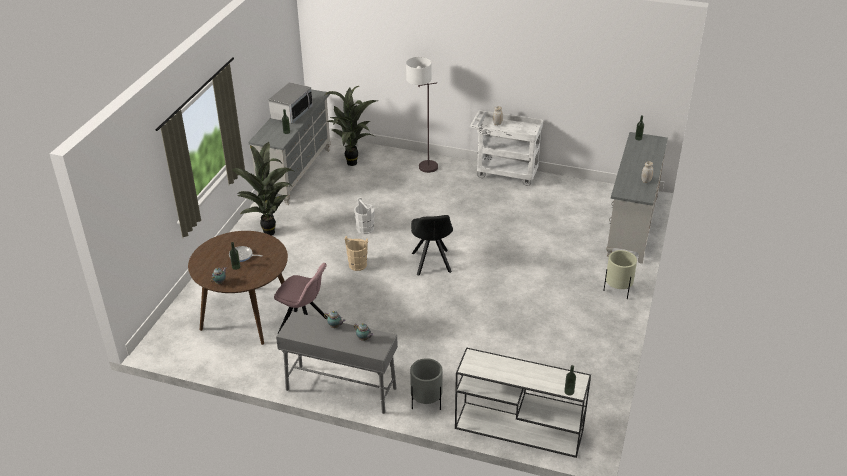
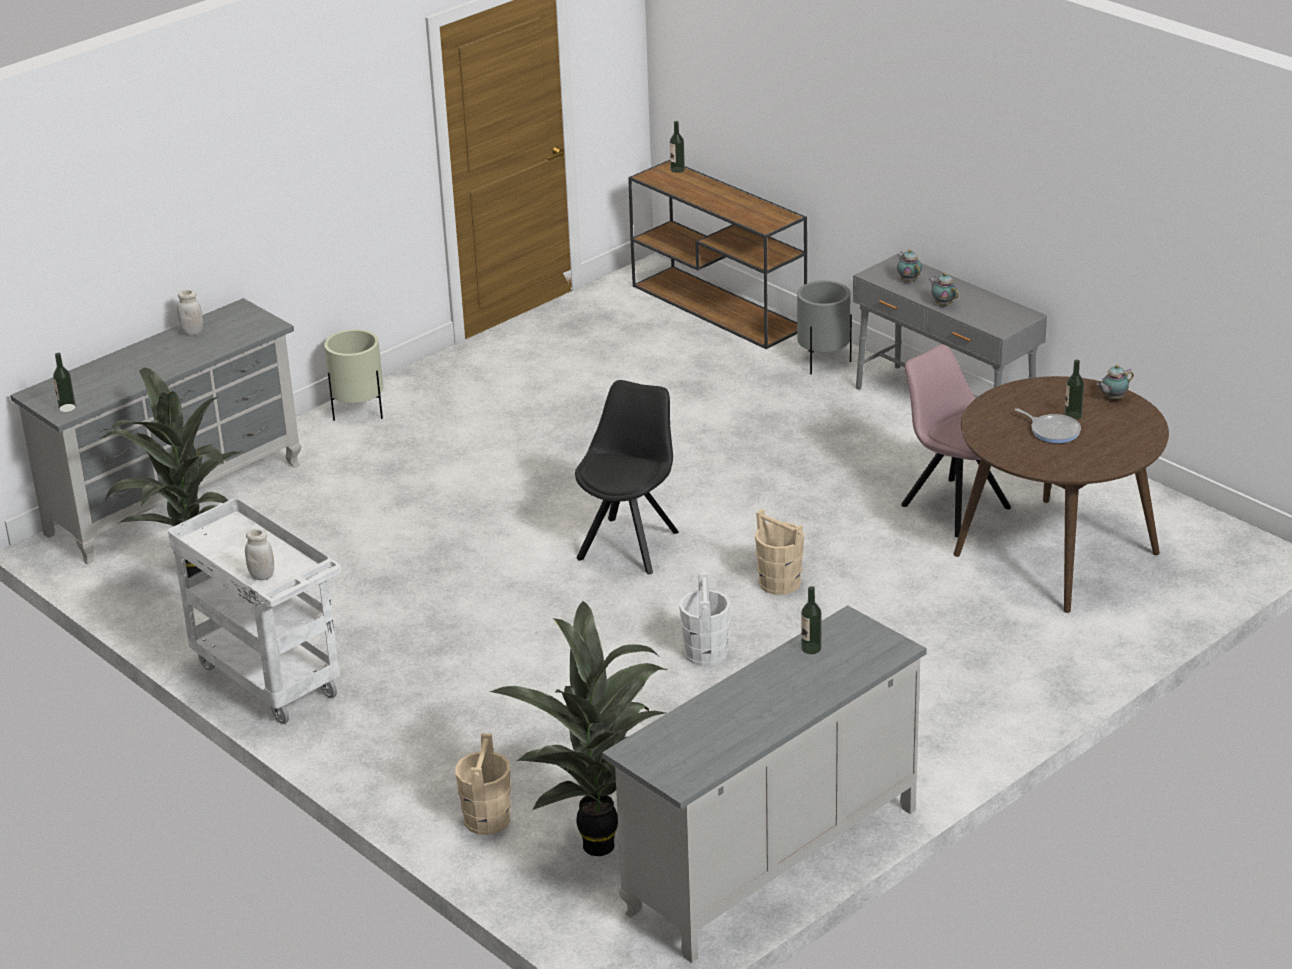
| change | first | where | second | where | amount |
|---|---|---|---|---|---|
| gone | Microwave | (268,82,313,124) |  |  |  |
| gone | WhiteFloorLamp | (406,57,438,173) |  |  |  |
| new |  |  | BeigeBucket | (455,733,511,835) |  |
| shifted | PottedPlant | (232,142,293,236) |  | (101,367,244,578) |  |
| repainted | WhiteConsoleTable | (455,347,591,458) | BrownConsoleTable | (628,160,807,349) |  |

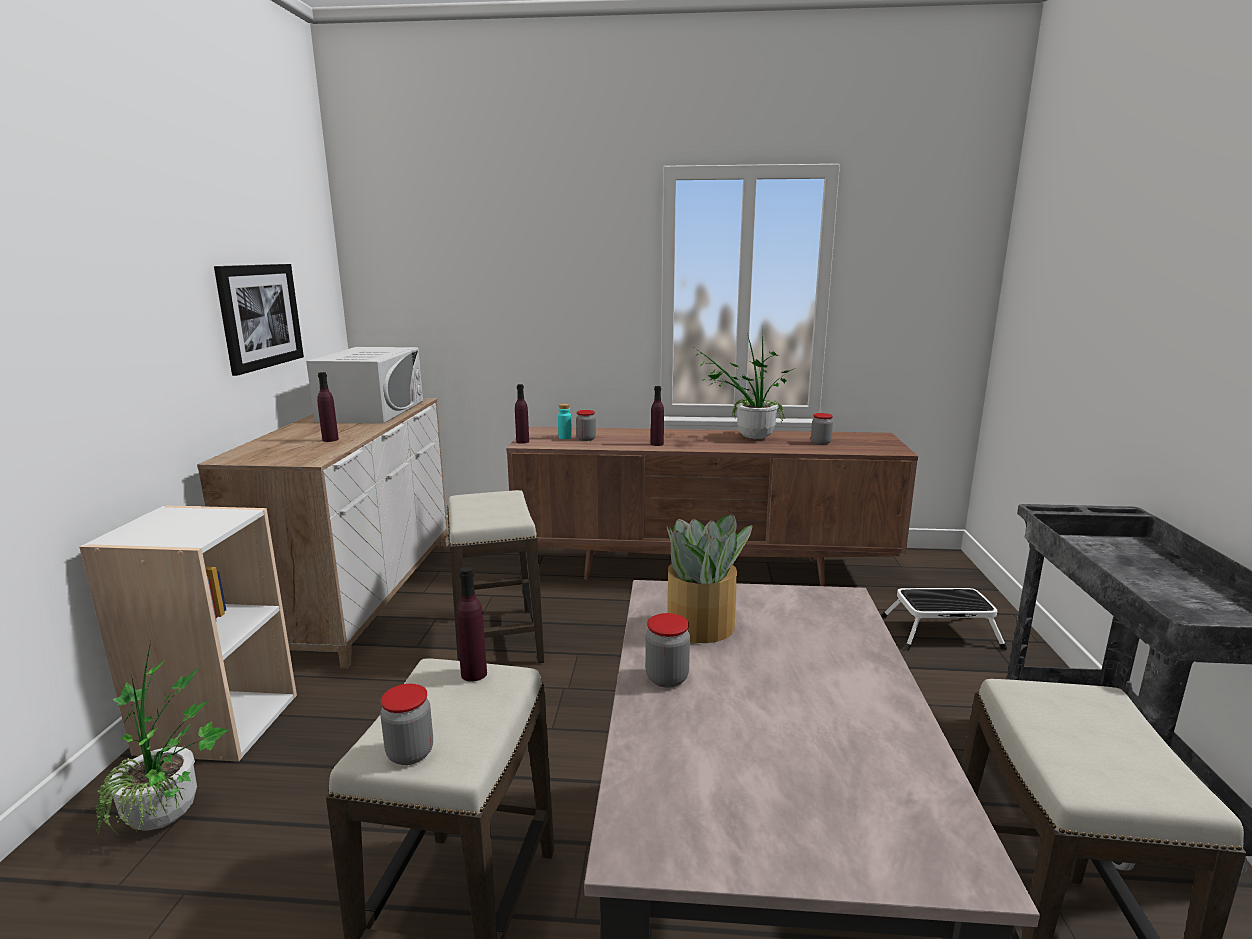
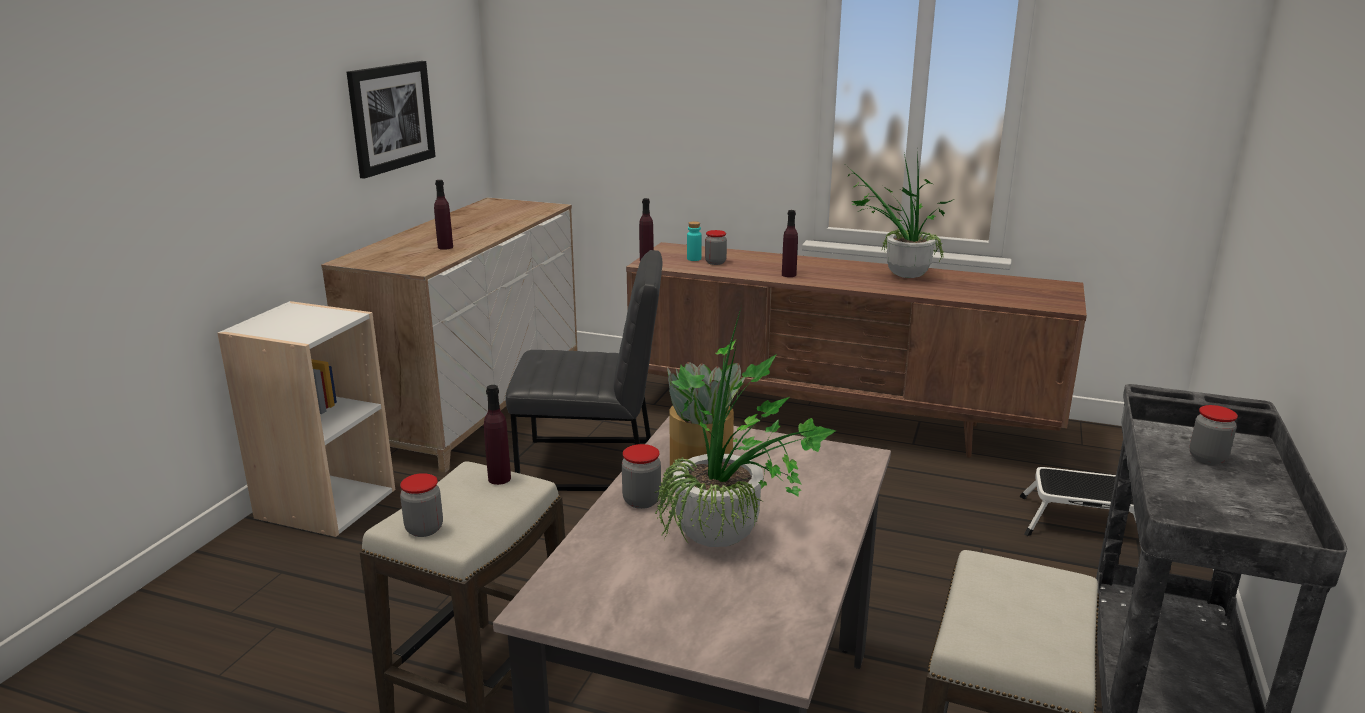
| change | first | where | second | where | amount |
|---|---|---|---|---|---|
| gone | WhiteMicrowave | (306,347,423,424) |  |  |  |
| shifted | PottedPlant | (95,642,229,835) |  | (655,306,836,547) |  |
| shifted | Jar | (811,413,833,445) |  | (1190,405,1238,465) |  |
| swapped | Stool | (447,490,544,663) | GreyChair | (506,250,662,491) |  |

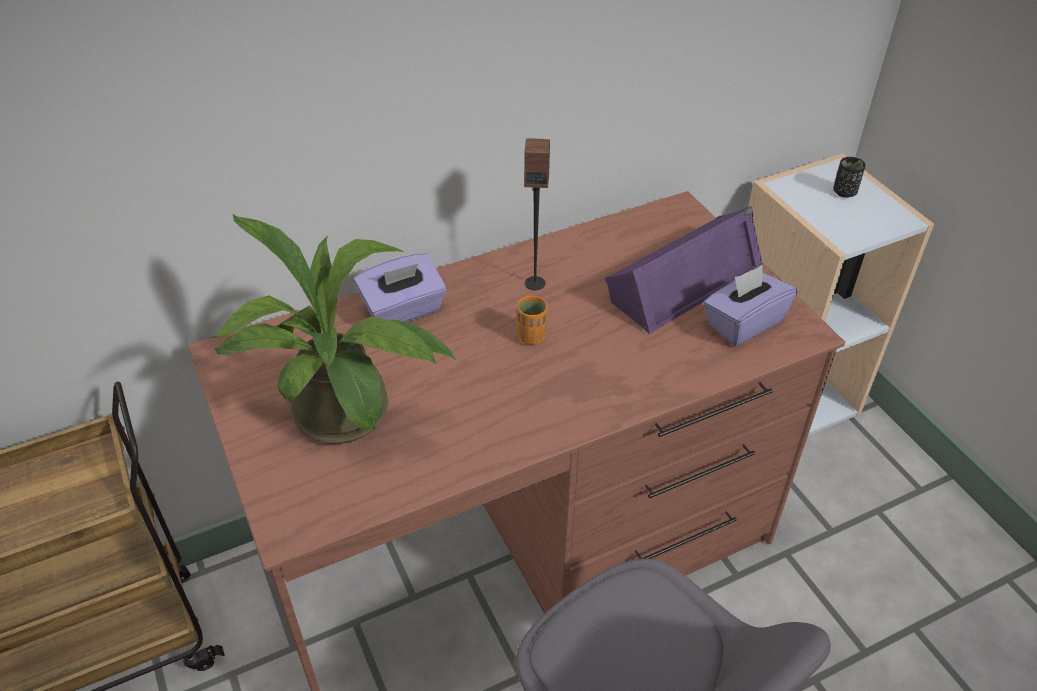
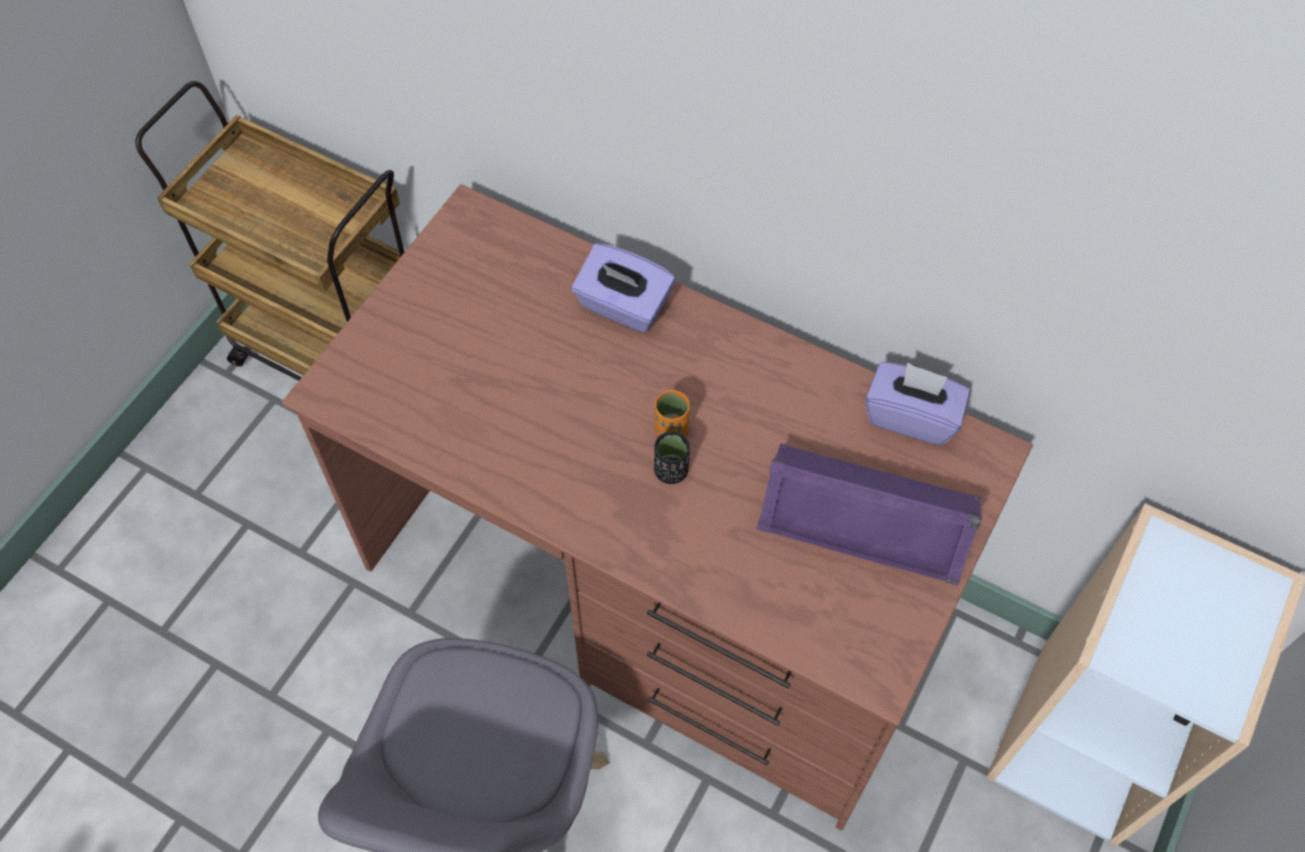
| change | first | where | second | where | amount |
|---|---|---|---|---|---|
| gone | PottedPlant | (211,214,457,444) |  |  |  |
| gone | Speaker | (524,138,550,290) |  |  |  |
| shifted | PurpleTissueBox | (703,265,797,346) |  | (865,362,970,446) |  |
| shifted | BlackCup | (833,157,866,198) |  | (654,432,690,484) |  |

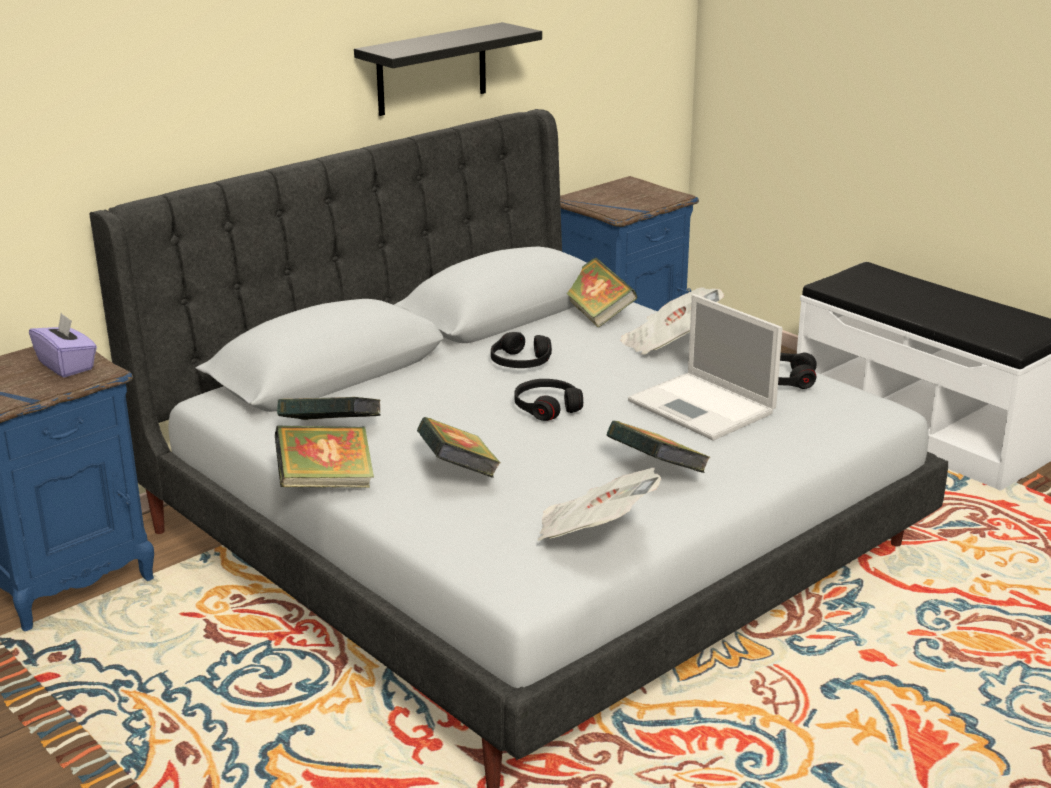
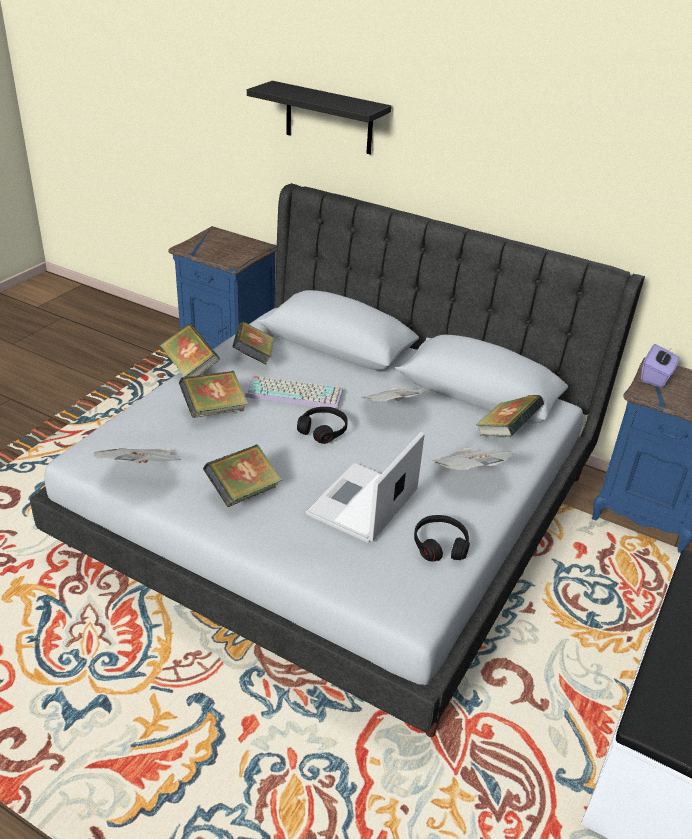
| change | first | where | second | where | amount |
|---|---|---|---|---|---|
| new |  |  | Keyboard | (245,376,343,409) |  |
| shifted | PurpleTissueBox | (29,313,97,378) |  | (641,344,680,388) |  |
| shifted | BlackShelf | (354,22,542,116) |  | (247,81,392,154) |  |
| swapped | BlackHeadphones | (491,332,552,368) | Newspaper | (364,387,434,401) |  |

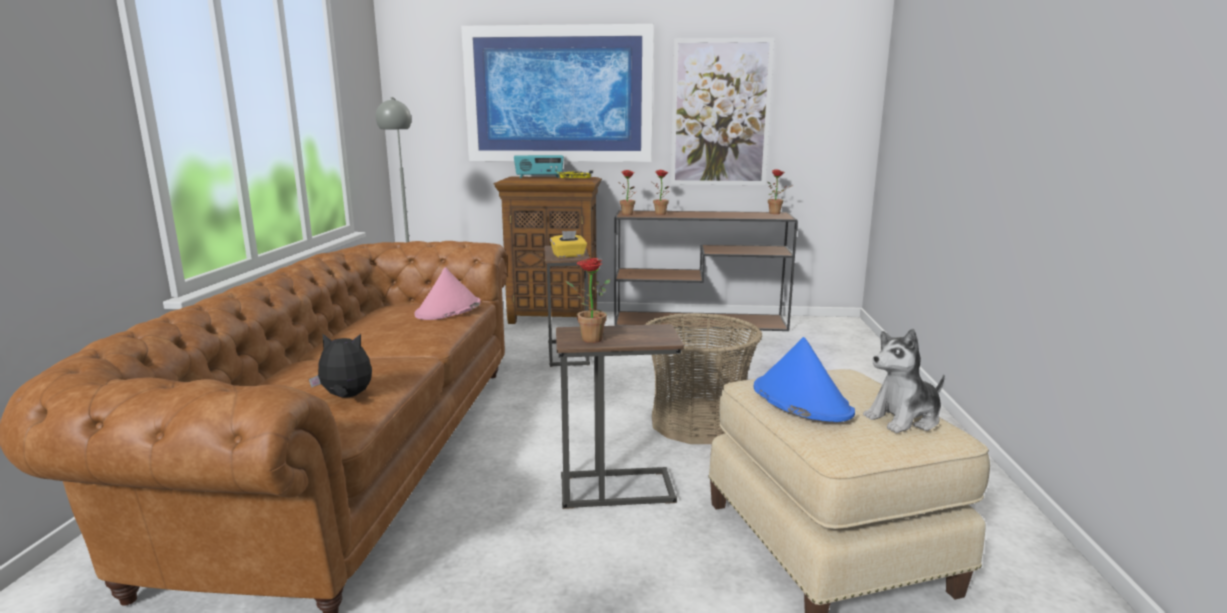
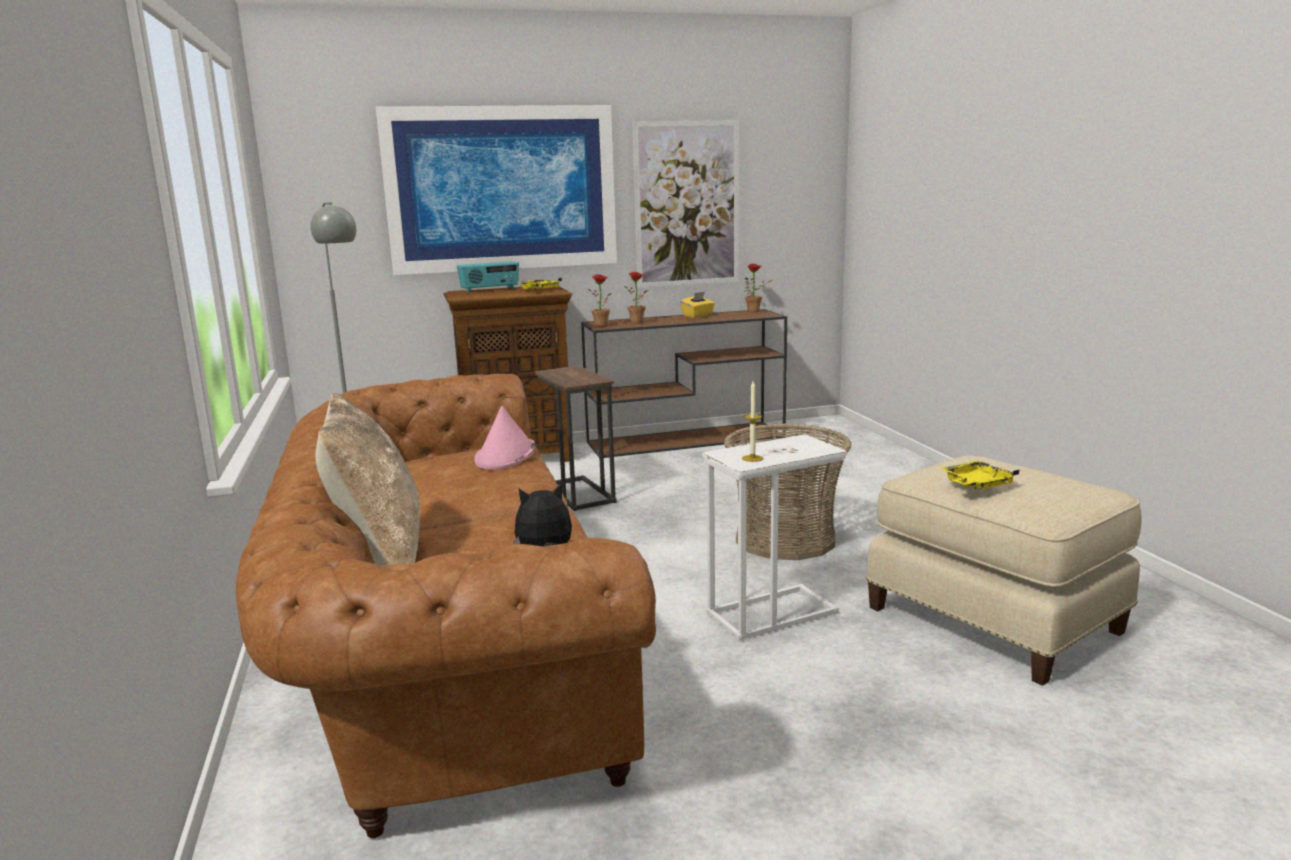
| change | first | where | second | where | amount |
|---|---|---|---|---|---|
| gone | PlushToy | (863,329,945,433) |  |  |  |
| new |  |  | BeigePillow | (315,393,420,566) |  |
| shifted | YellowTissueBox | (550,231,587,258) |  | (680,292,715,318) |  |
| swapped | PottedPlant | (565,258,610,343) | Candle | (742,381,763,462) |  |
| swapped | BlueHat | (754,337,855,422) | YellowTray | (940,460,1020,490) |  |
| repainted | BrownSideTable | (556,324,684,509) | WhiteSideTable | (702,434,847,642) |  |

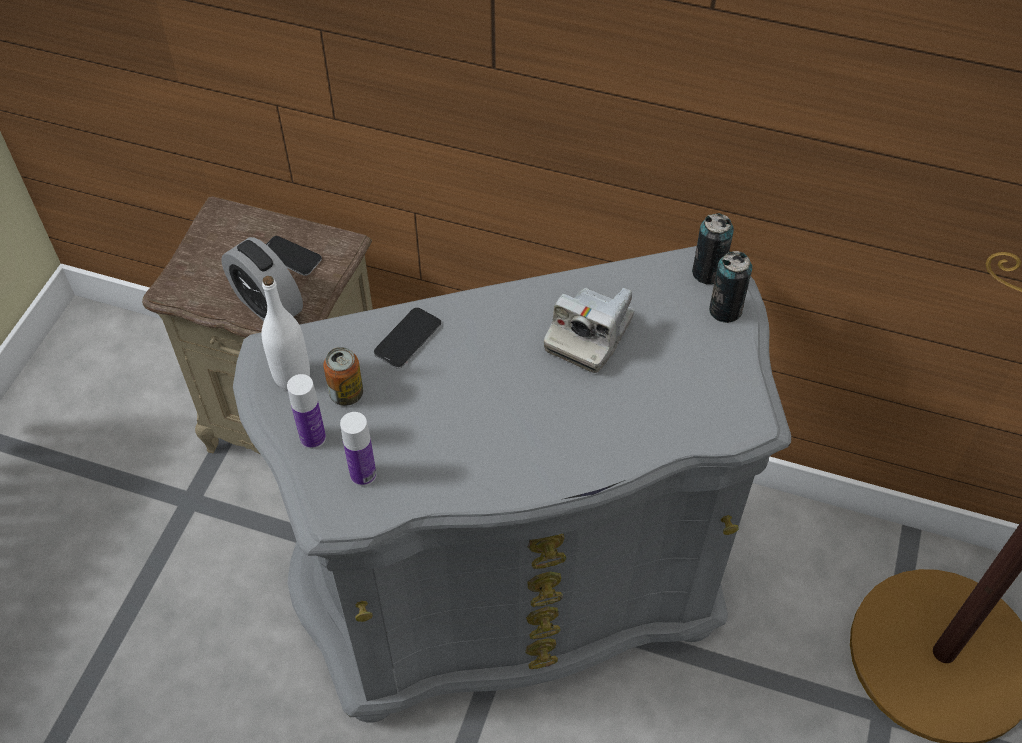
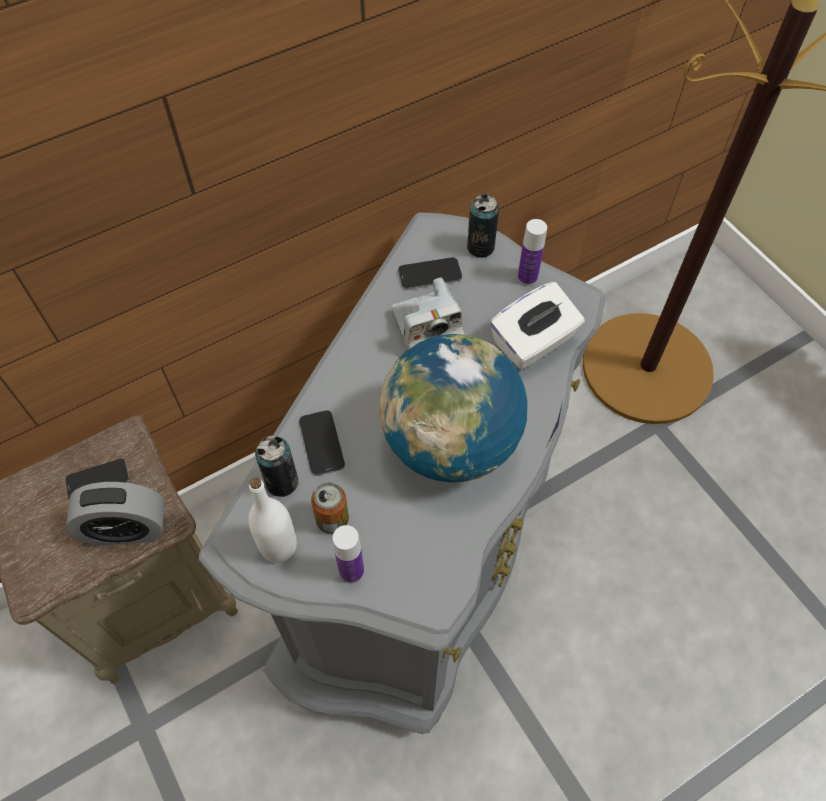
| change | first | where | second | where | amount |
|---|---|---|---|---|---|
| new |  |  | Globe | (379,334,528,483) |  |
| new |  |  | Phone | (398,257,462,290) |  |
| new |  |  | WhiteTissueBox | (490,282,585,370) |  |
| shifted | Bottle | (340,412,377,486) |  | (517,219,547,285) |  |
| shifted | Can | (692,213,734,285) |  | (255,436,299,497) |  |

